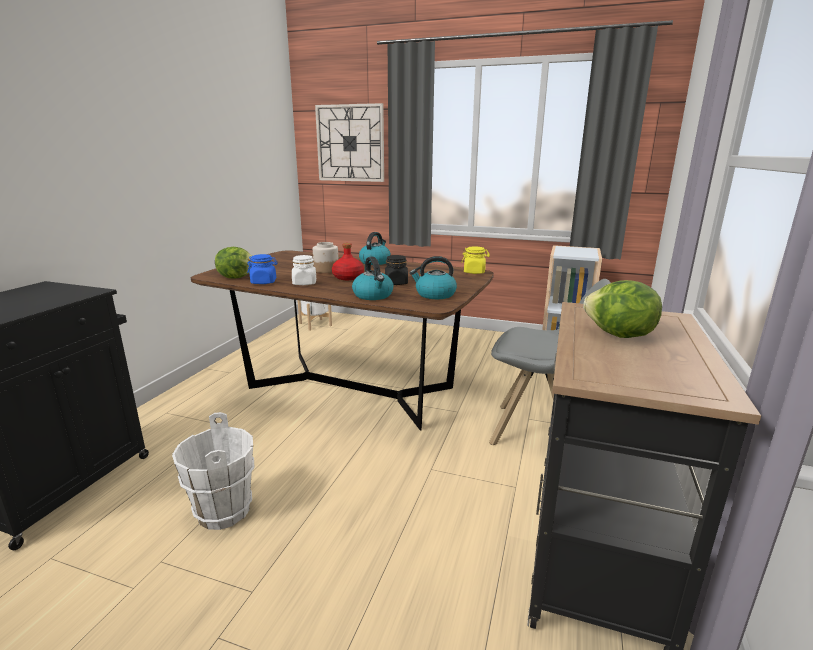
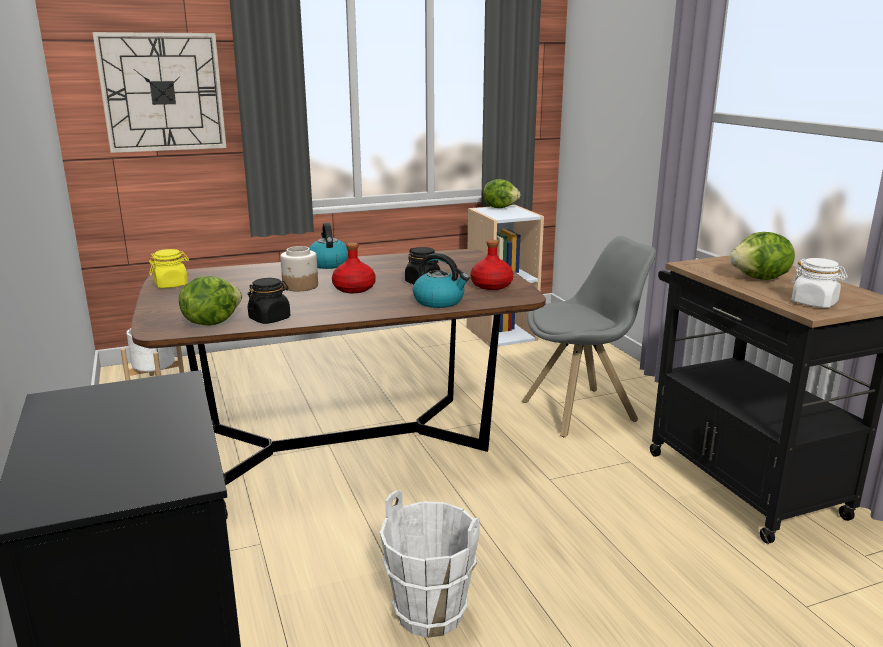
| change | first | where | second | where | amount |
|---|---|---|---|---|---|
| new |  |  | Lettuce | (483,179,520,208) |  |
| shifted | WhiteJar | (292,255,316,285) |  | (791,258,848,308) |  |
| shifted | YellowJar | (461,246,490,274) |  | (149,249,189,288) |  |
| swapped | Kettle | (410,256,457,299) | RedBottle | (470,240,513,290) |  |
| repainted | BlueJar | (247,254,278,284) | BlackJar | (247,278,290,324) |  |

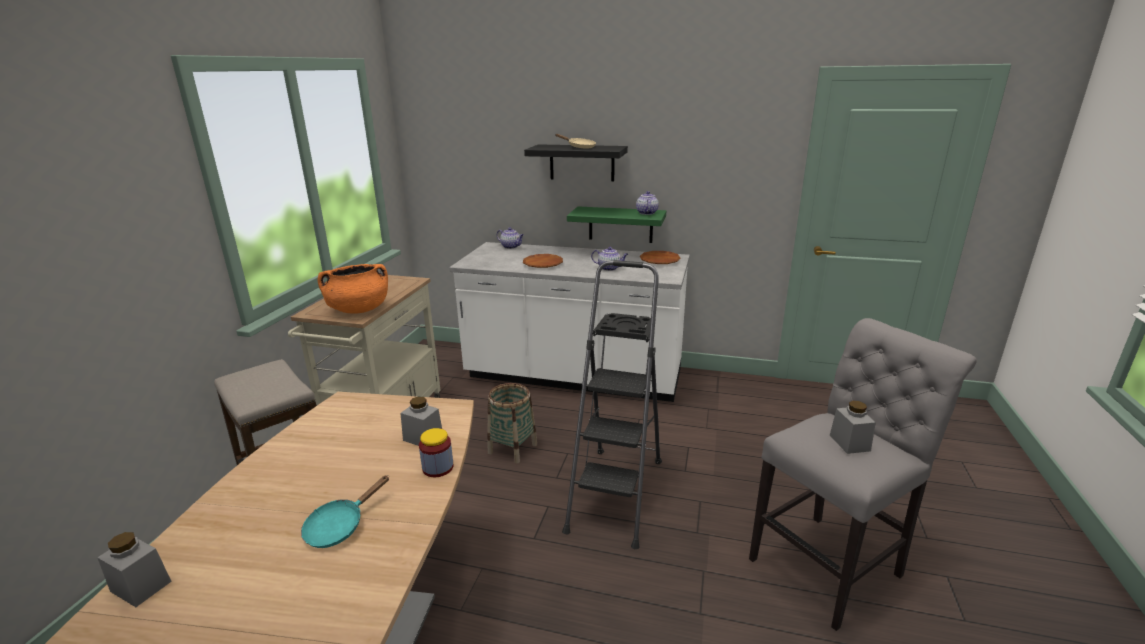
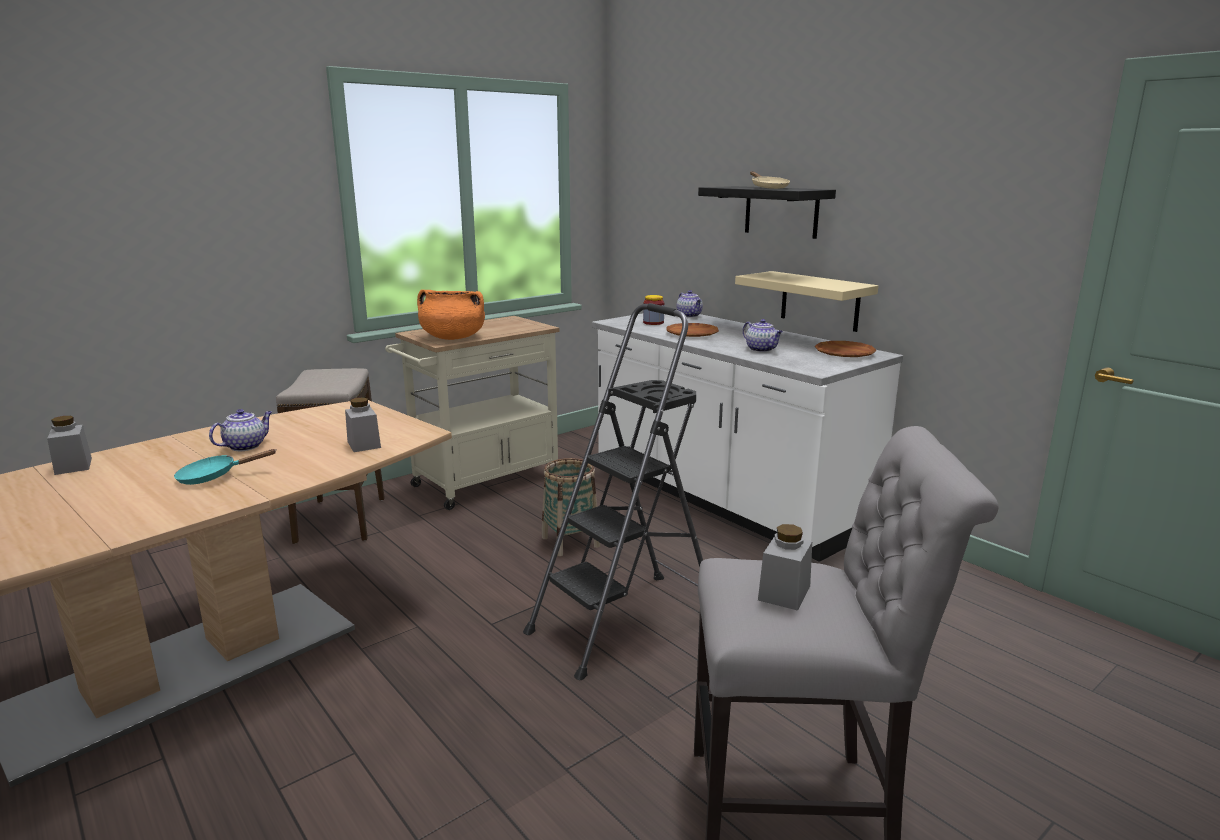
| change | first | where | second | where | amount |
|---|---|---|---|---|---|
| shifted | Jar | (419,428,454,477) |  | (643,295,664,325) |  |
| shifted | Teapot | (636,191,659,215) |  | (209,409,272,451) |  |
| repainted | GreenShelf | (567,207,666,243) | BeigeShelf | (735,271,878,332) |  |

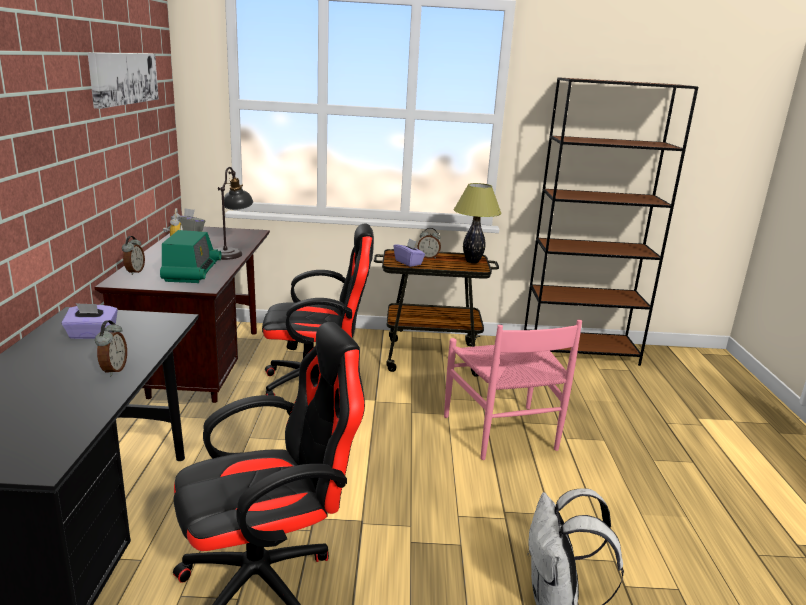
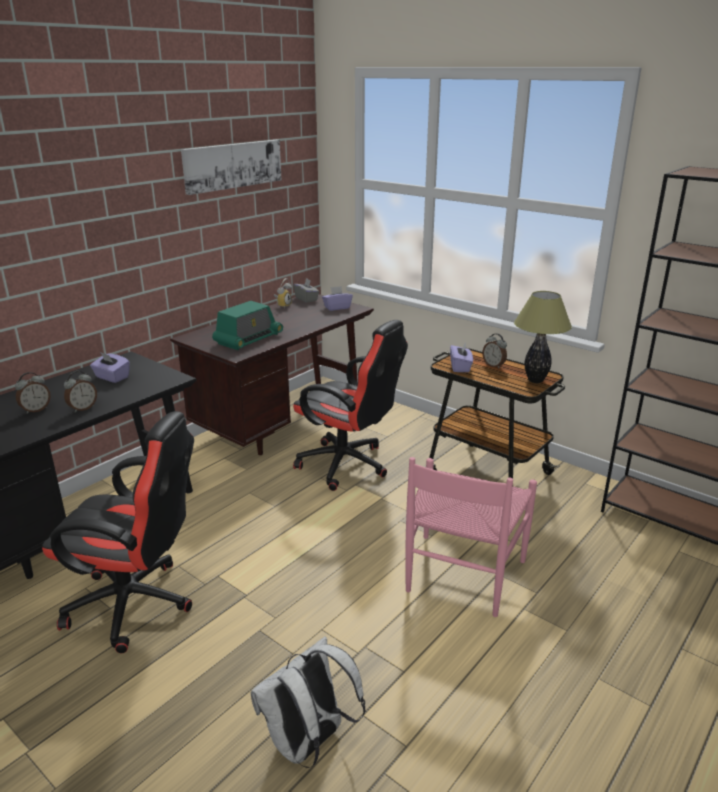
| change | first | where | second | where | amount |
|---|---|---|---|---|---|
| gone | GreyTableLamp | (215,167,253,260) |  |  |  |
| new |  |  | PurpleTissueBox | (322,286,353,311) |  |
| shifted | AlarmClock | (122,236,145,275) |  | (15,372,50,414) |  |

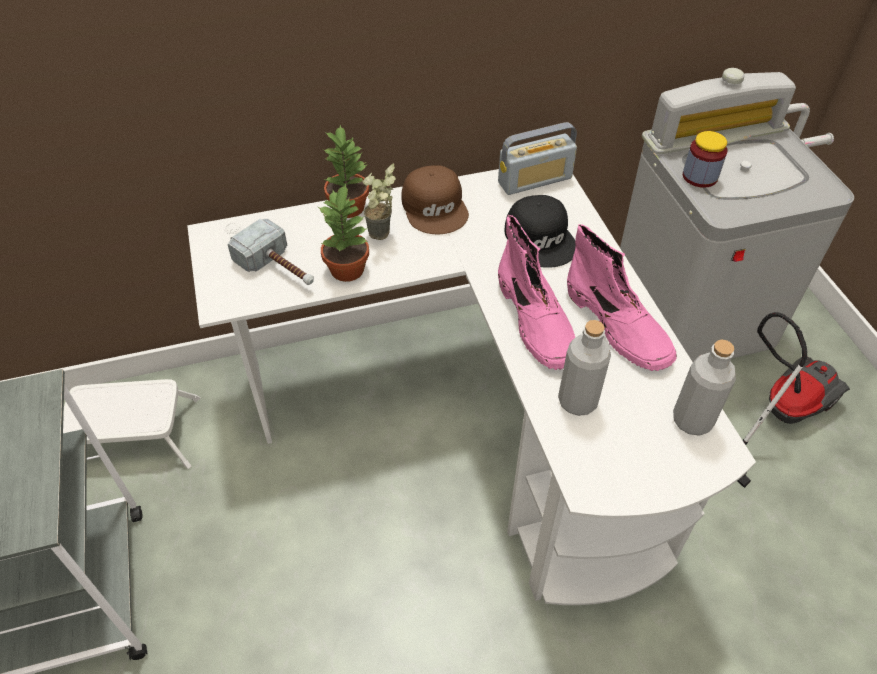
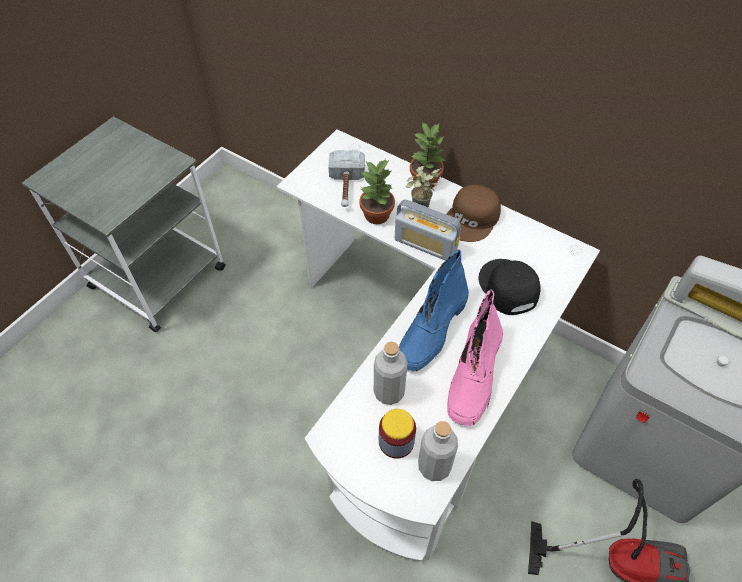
| change | first | where | second | where | amount |
|---|---|---|---|---|---|
| gone | WhiteStepLadder | (63,379,200,469) |  |  |  |
| shifted | Radio | (498,122,577,195) |  | (395,200,461,260) |  |
| shifted | Jar | (683,131,728,188) |  | (379,409,416,459) |  |
| repainted | PinkBoot | (498,215,575,370) | BlueBoot | (399,250,469,371) |  |
| rotated | BlackCap | (505,195,576,268) |  | (478,259,541,315) | 135 degrees clockwise |

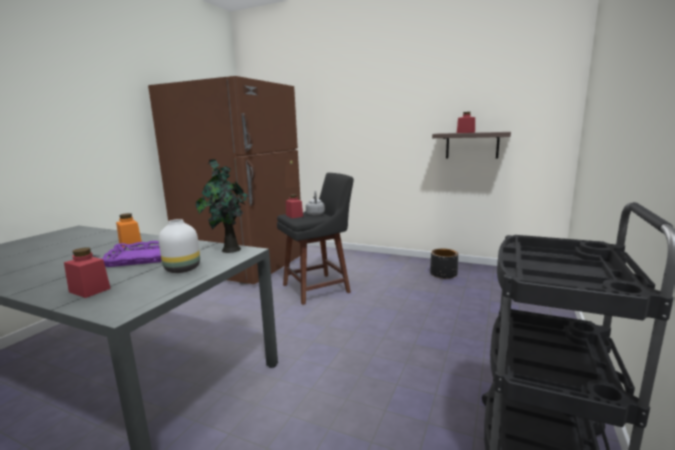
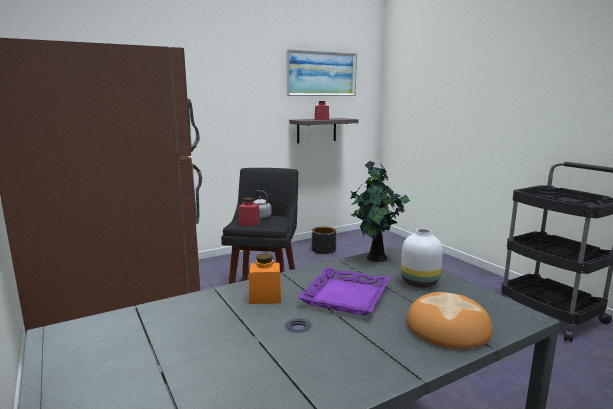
| change | first | where | second | where | amount |
|---|---|---|---|---|---|
| new |  |  | Picture | (286,49,357,96) |  |
| swapped | RedJar | (64,248,111,298) | Bread | (407,292,493,349) |  |

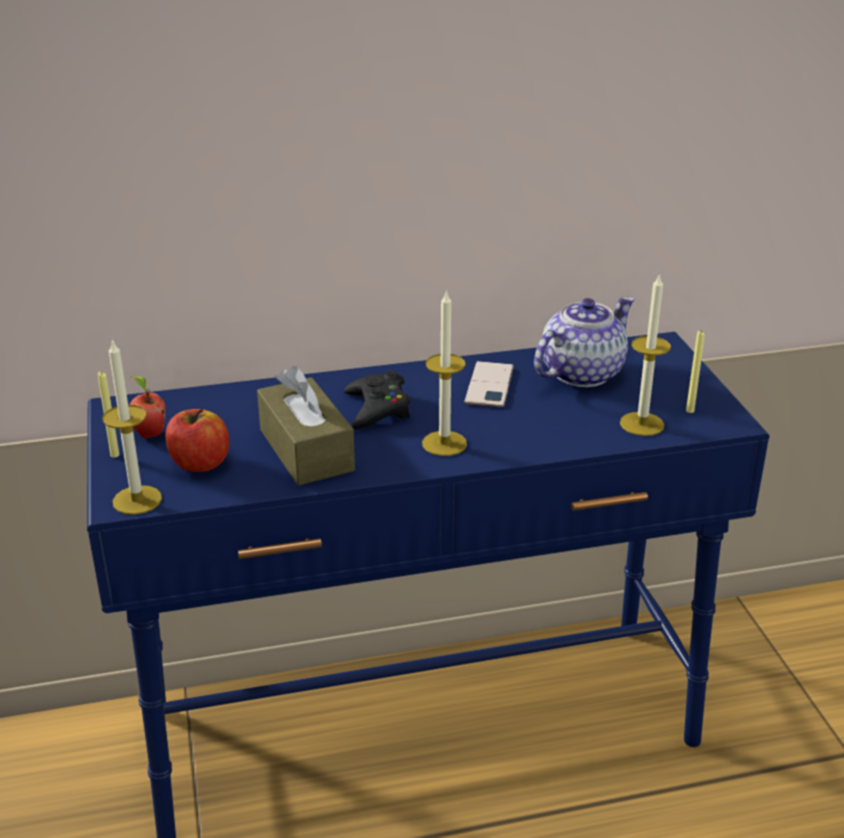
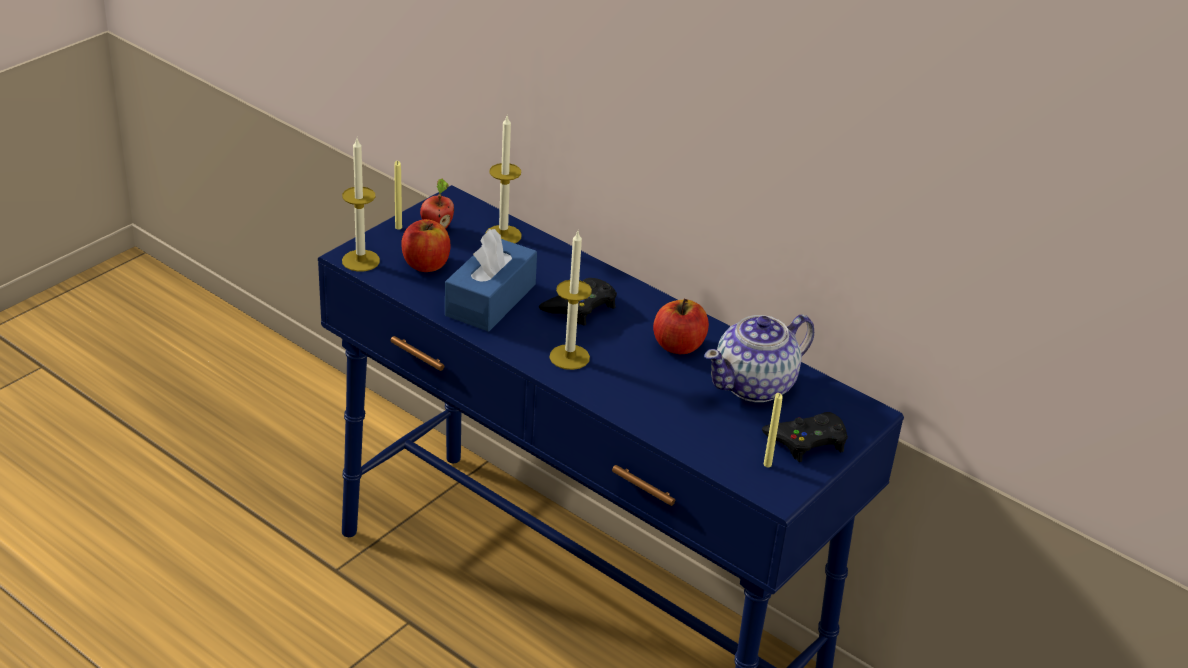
| change | first | where | second | where | amount |
|---|---|---|---|---|---|
| new |  |  | BlackGameController | (762,412,848,462) |  |
| shifted | Candle | (620,273,671,436) |  | (485,116,522,243) |  |
| swapped | Phone | (465,361,514,407) | Apple | (653,299,709,354) |  |
| repainted | BrownTissueBox | (257,366,355,485) | BlueTissueBox | (445,229,537,332) |  |
| rotated | Teapot | (534,296,635,387) |  | (704,315,814,402) | 135 degrees clockwise |

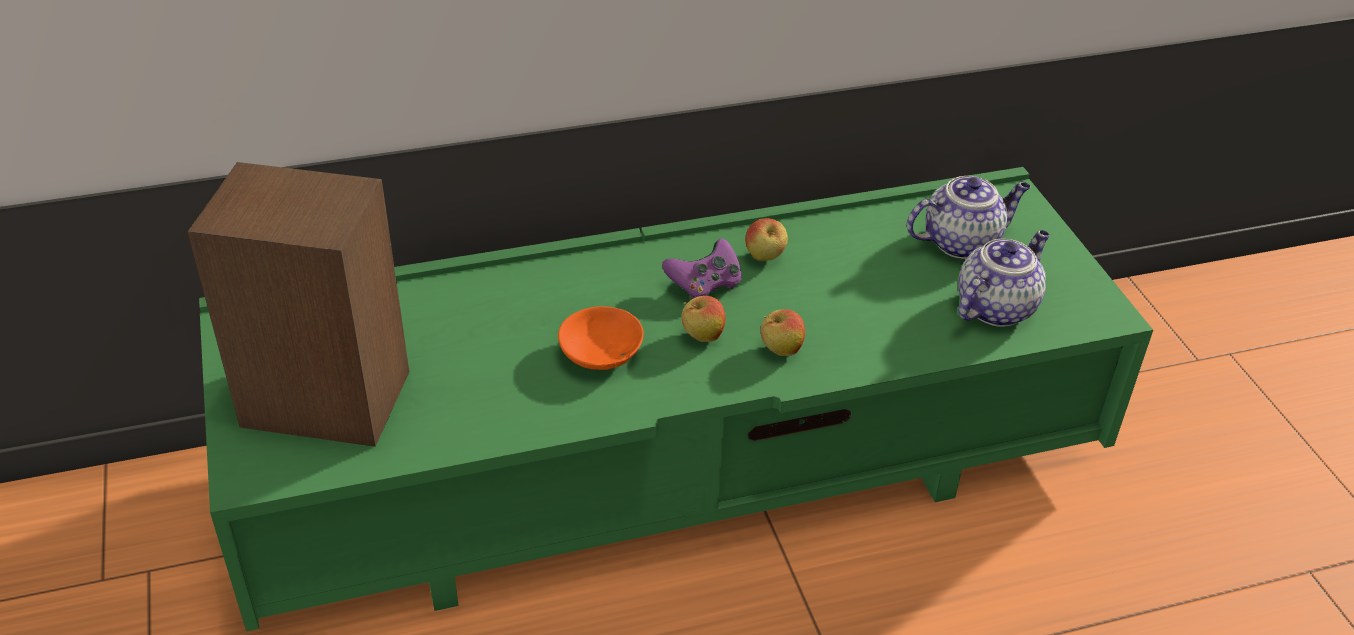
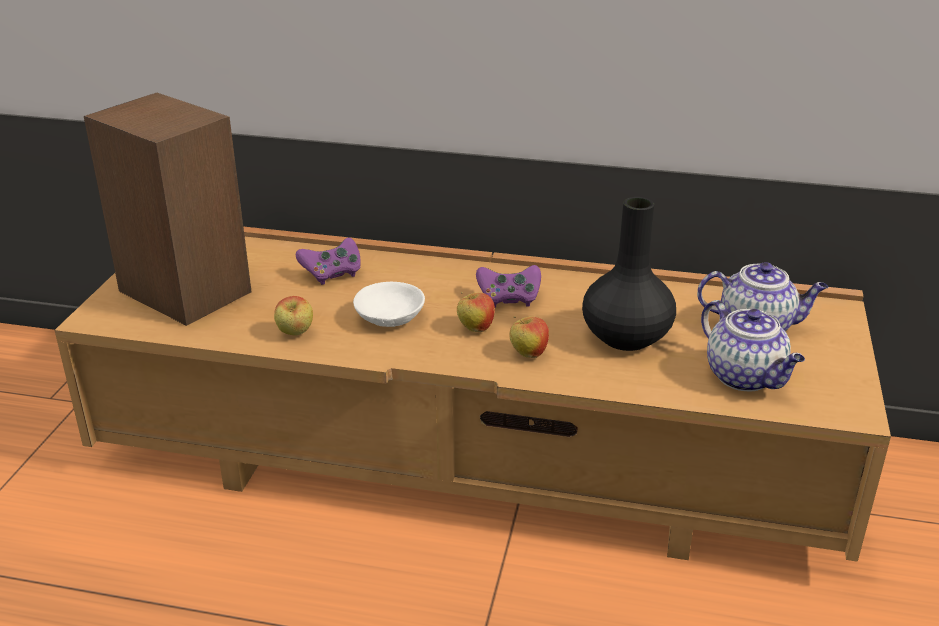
| change | first | where | second | where | amount |
|---|---|---|---|---|---|
| new |  |  | PurpleGameController | (296,238,361,285) |  |
| new |  |  | BlackVase | (582,197,676,351) |  |
| shifted | Apple | (745,218,788,261) |  | (274,296,313,336) |  |
| repainted | GreenTvStand | (199,167,1153,631) | BrownTvStand | (54,227,891,562) |  |
| repainted | OrangeBowl | (558,306,644,370) | WhiteBowl | (353,282,425,327) |  |
| rotated | Teapot | (958,230,1050,327) |  | (701,300,805,391) | 75 degrees clockwise |

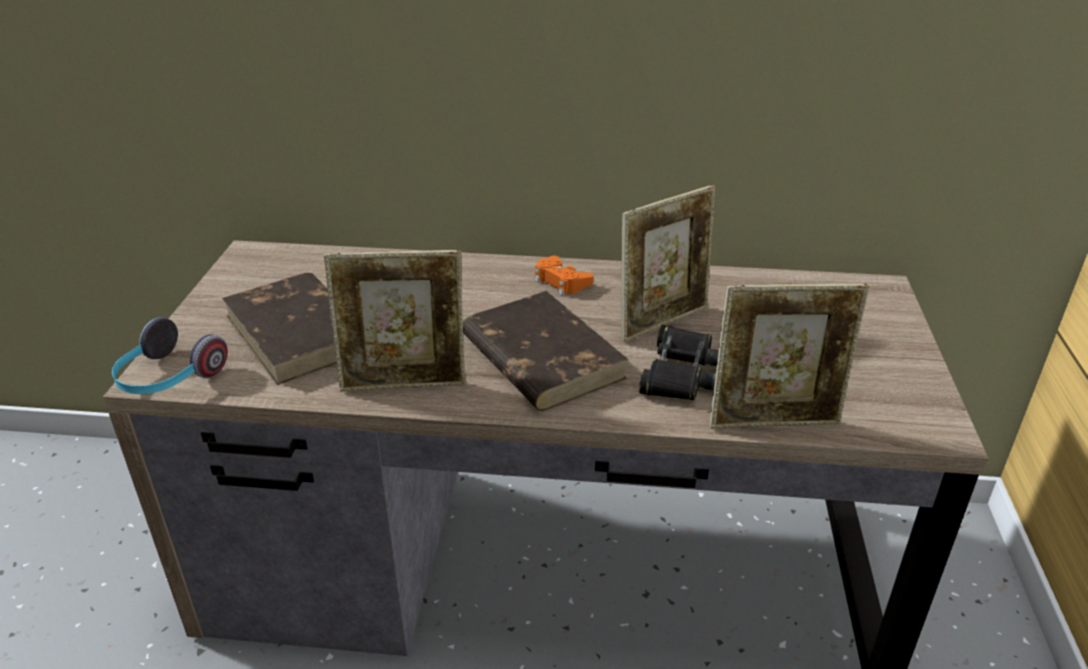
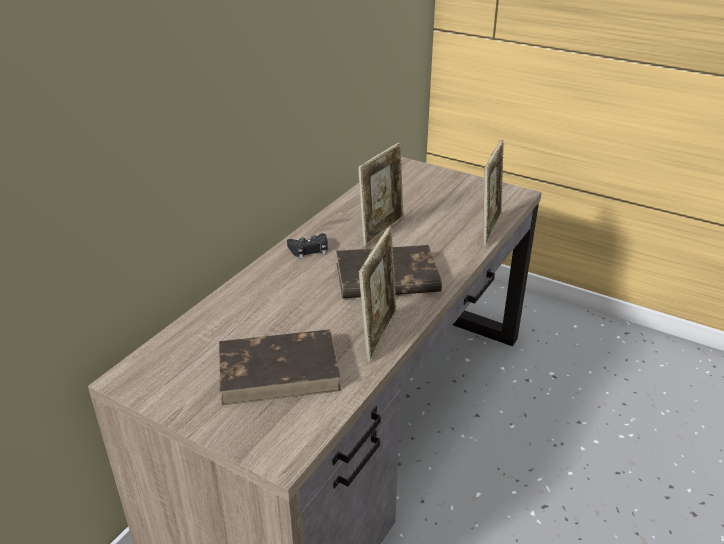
| change | first | where | second | where | amount |
|---|---|---|---|---|---|
| gone | Headphones | (112,317,228,394) |  |  |  |
| gone | BlackBinoculars | (639,325,719,400) |  |  |  |
| repainted | OrangeGameController | (535,256,593,296) | BlackGameController | (287,233,328,259) |  |
| rotated | PictureFrame | (621,185,715,343) |  | (358,142,404,247) | 45 degrees clockwise |

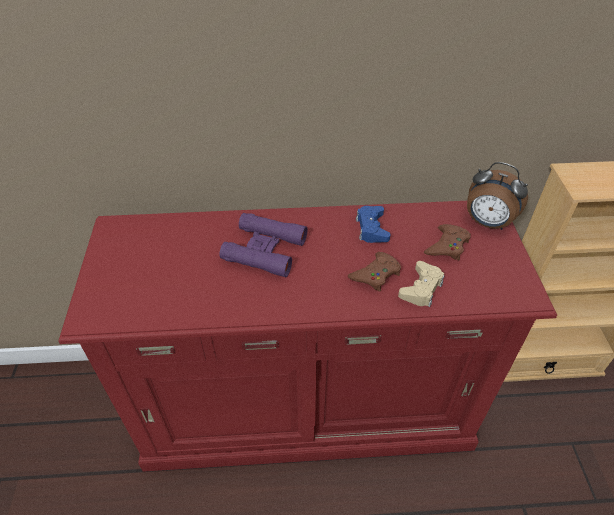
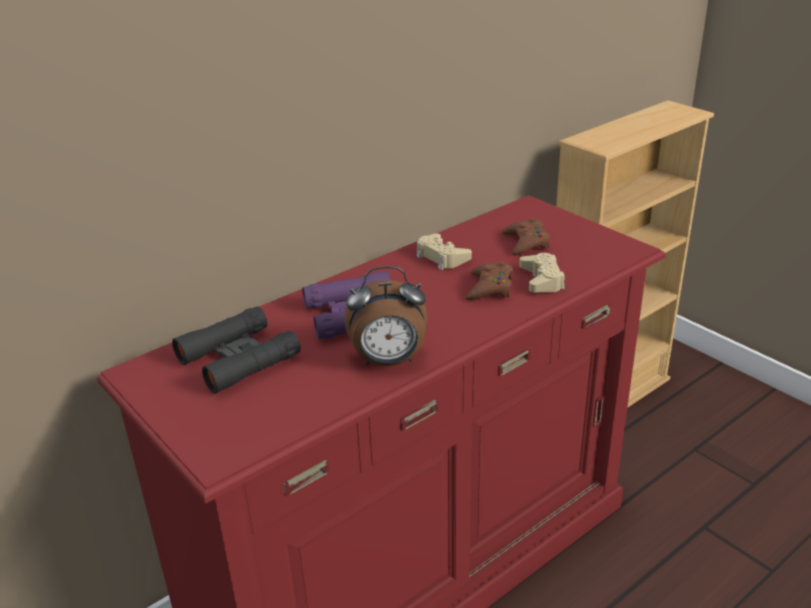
| change | first | where | second | where | amount |
|---|---|---|---|---|---|
| new |  |  | BlackBinoculars | (172,306,301,394) |  |
| shifted | AlarmClock | (467,162,528,230) |  | (344,266,428,366) |  |
| repainted | BlueGameController | (356,206,390,243) | BeigeGameController | (416,233,472,270) |  |

